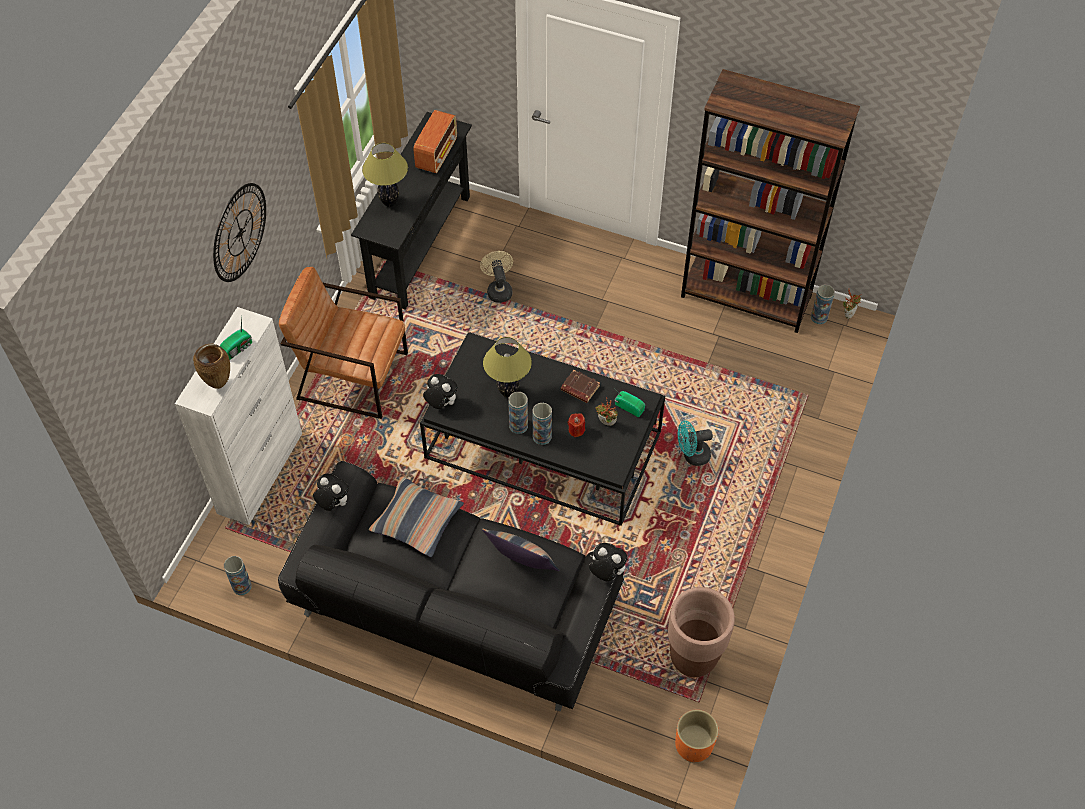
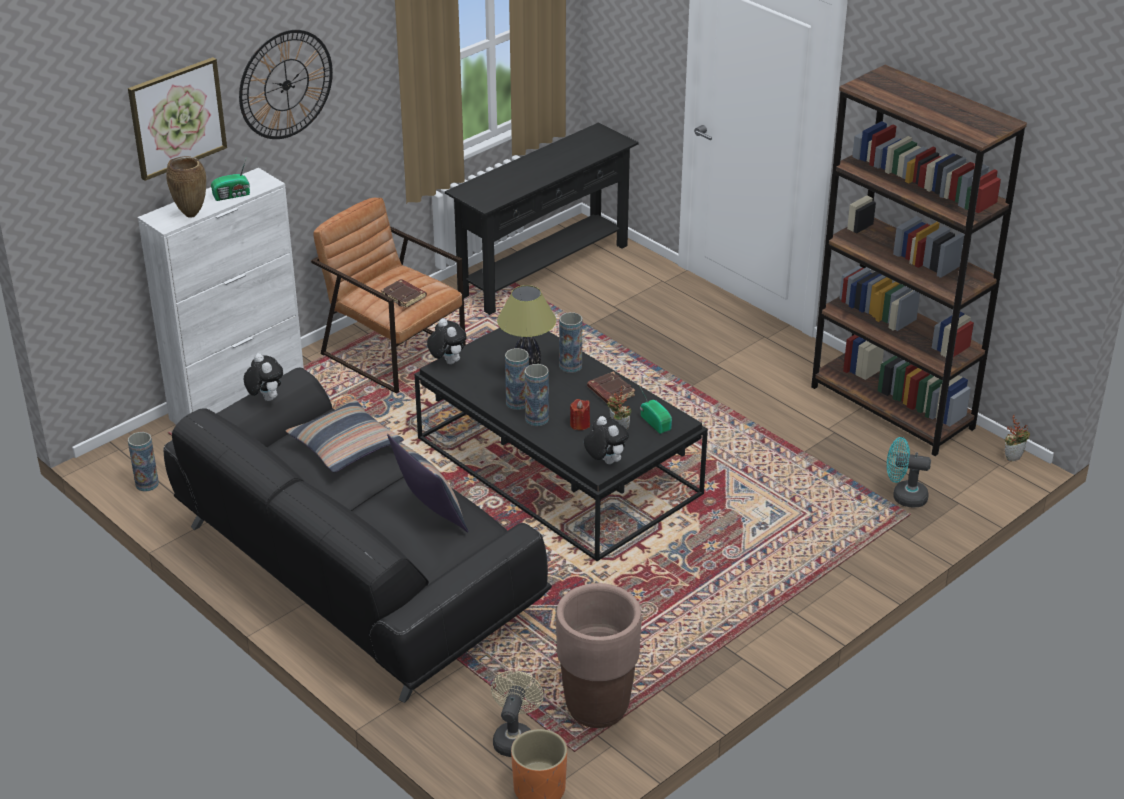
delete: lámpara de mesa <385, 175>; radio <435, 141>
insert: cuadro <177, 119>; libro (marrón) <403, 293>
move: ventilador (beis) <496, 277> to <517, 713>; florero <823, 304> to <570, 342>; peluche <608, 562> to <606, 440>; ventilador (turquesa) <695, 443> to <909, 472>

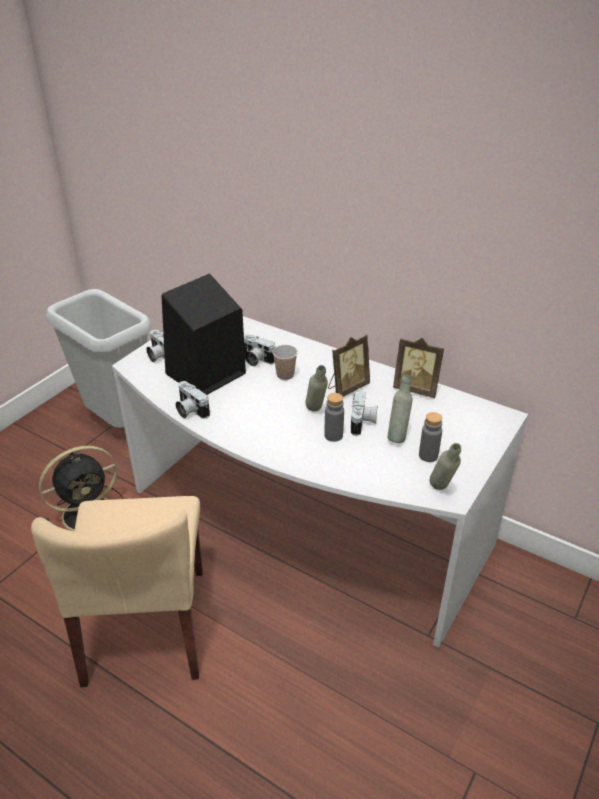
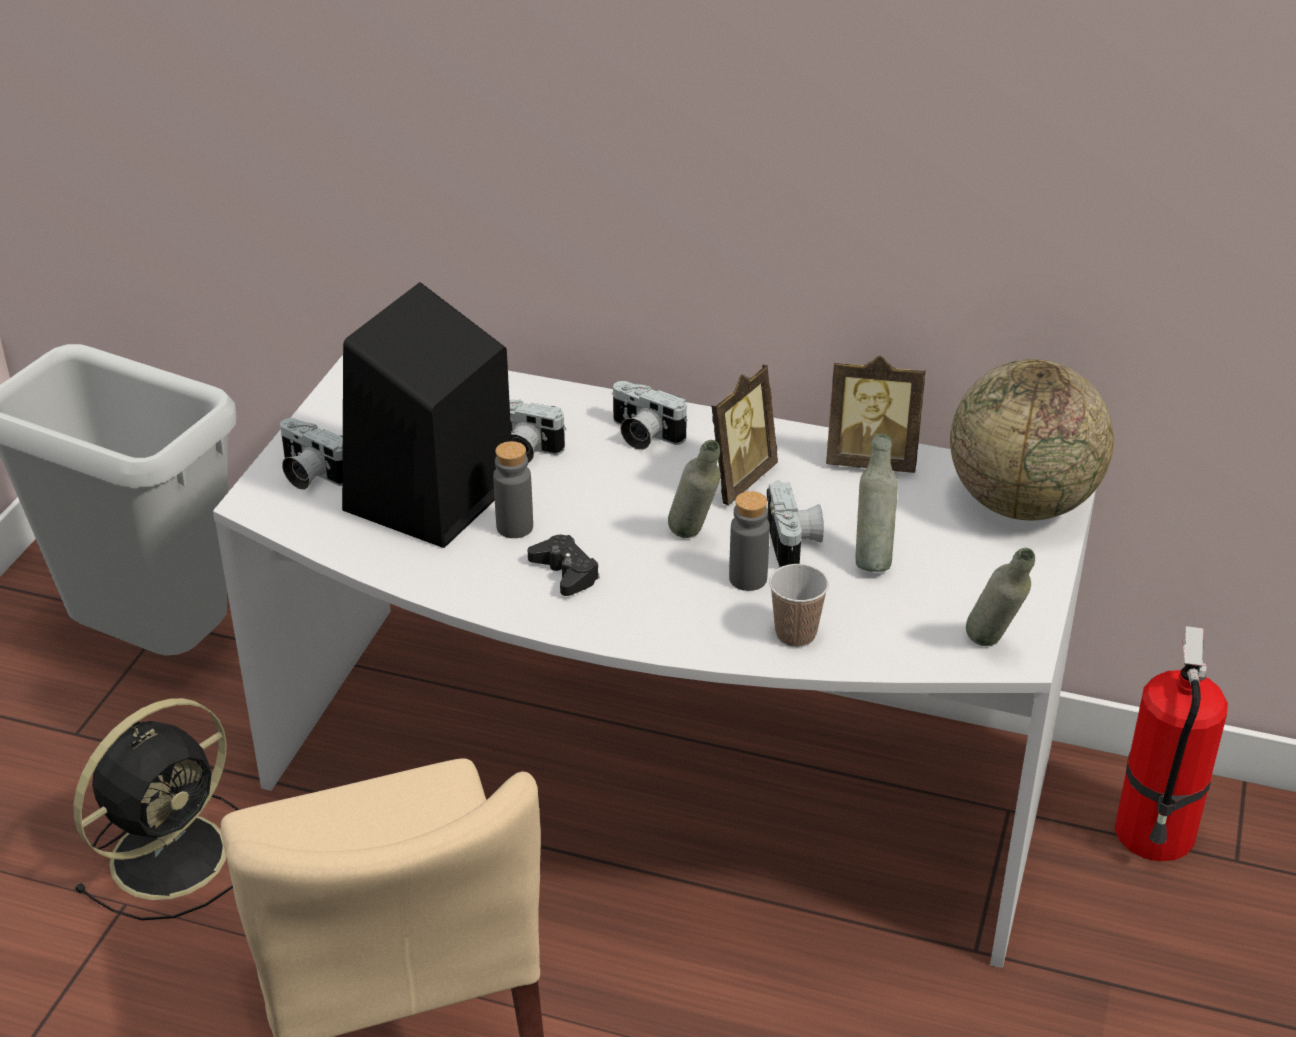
insert: mando de consola (negro) <564, 565>; globo terráqueo <1032, 439>; extintor <1171, 743>
move: botella (gris) <430, 437> to <513, 489>; cámara <193, 400> to <650, 415>; taza <285, 362> to <799, 605>

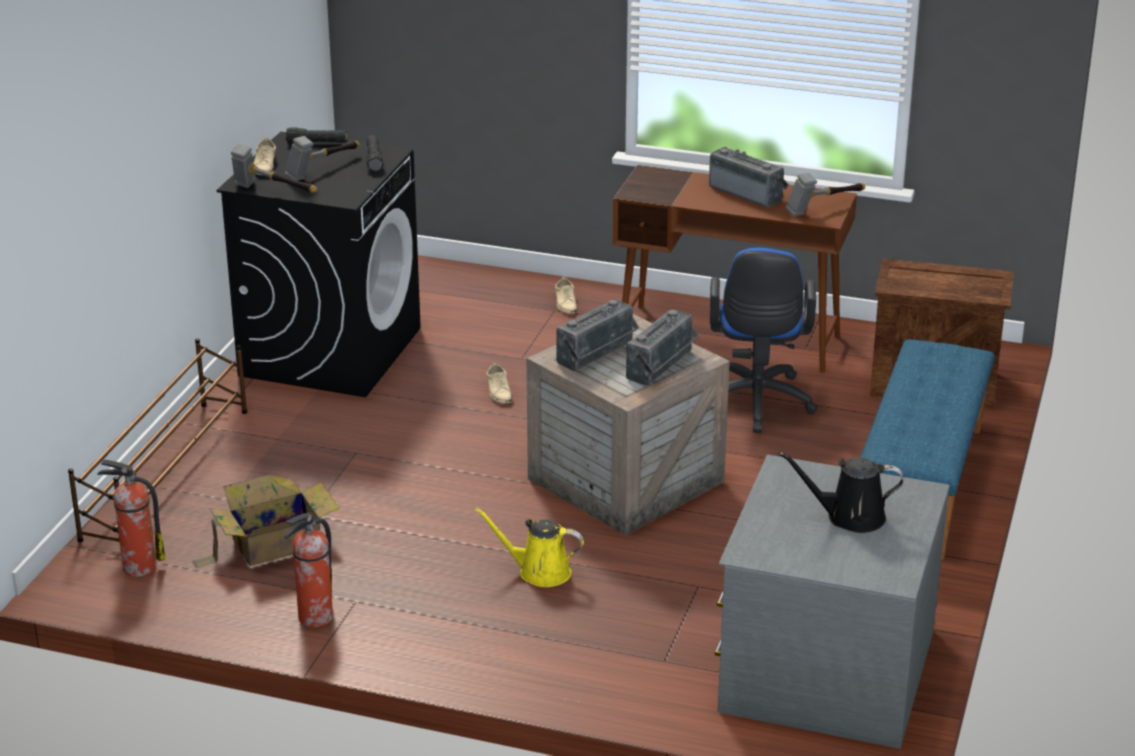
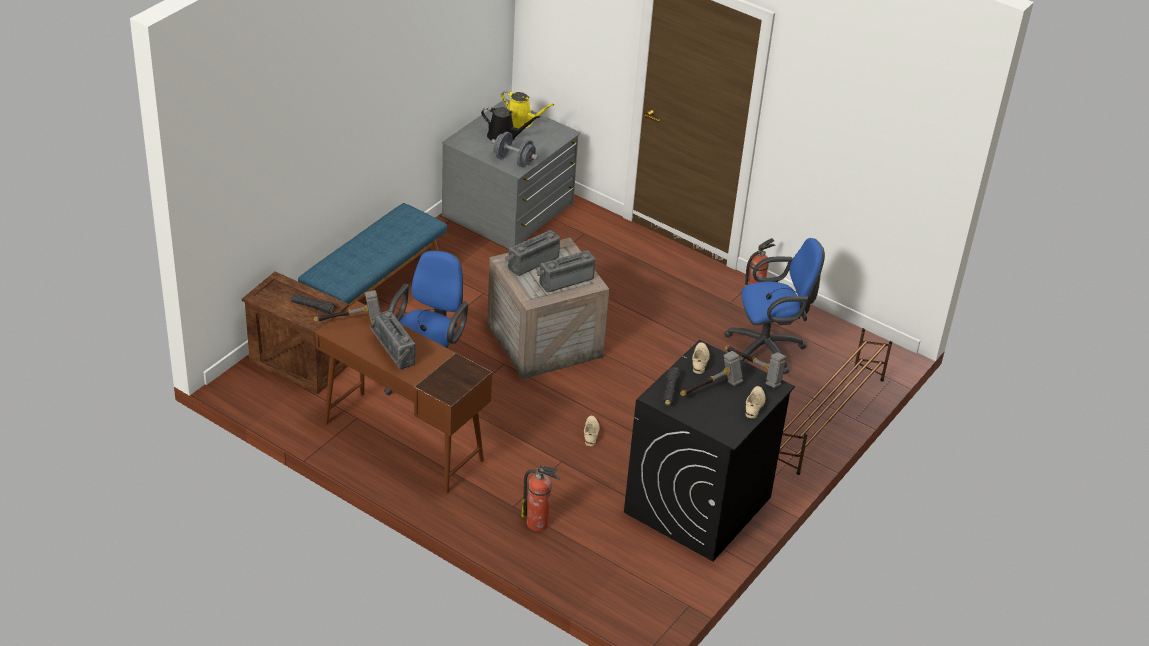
insert: mancuerna (gris) <514, 149>
move: linterna (negro) <316, 135> to <313, 304>; regadera (amarillo) <529, 547> to <527, 109>; extintor <131, 518> to <540, 498>; zapato (beis) <566, 295> to <701, 358>
replace: caja de cartón <266, 521> to silla de oficina (azul) <774, 306>

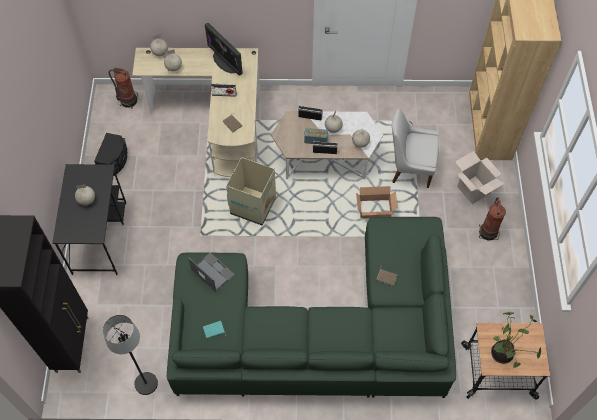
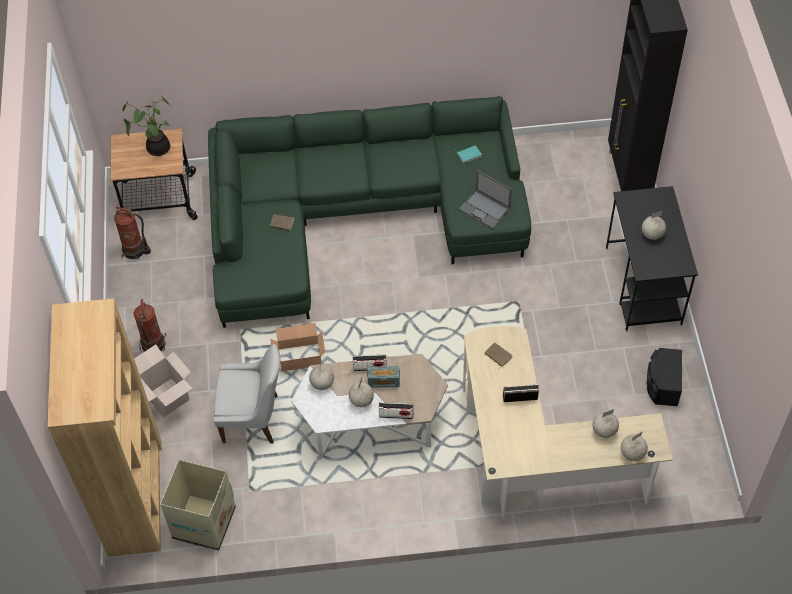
delete: lámpara de pie (negro) <130, 355>; monitor <224, 49>
move: extintor <123, 88> to <132, 233>; caja de cartón <251, 191> to <198, 505>

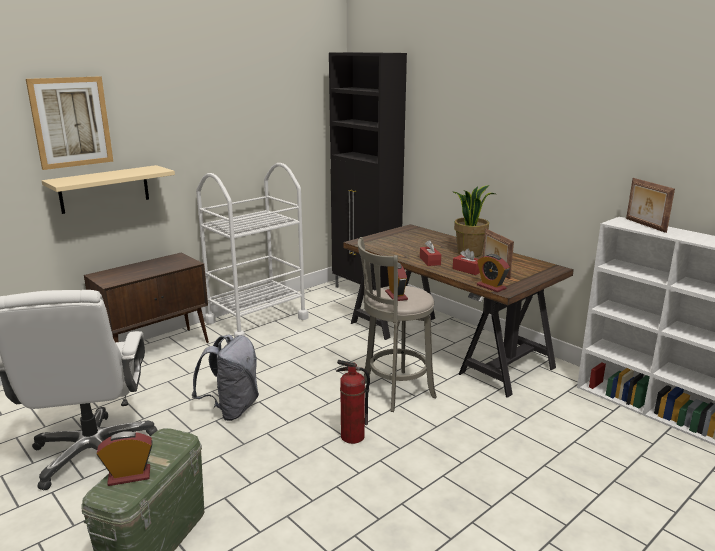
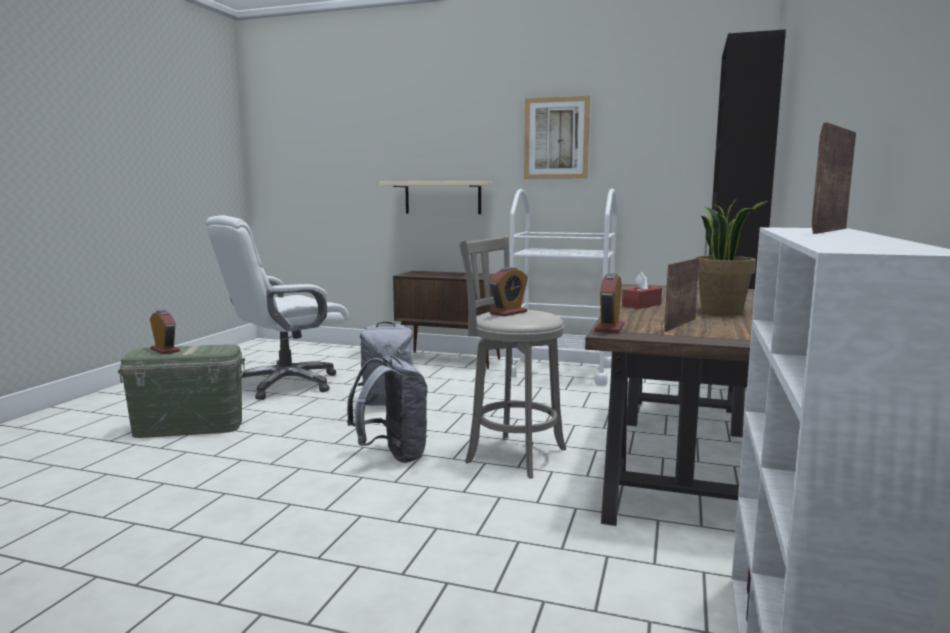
delete: caja de pañuelos (rojo) <466, 261>
move: cuadro <69, 123> to <557, 137>
replace: extintor <353, 402> to mochila (gris) <387, 409>

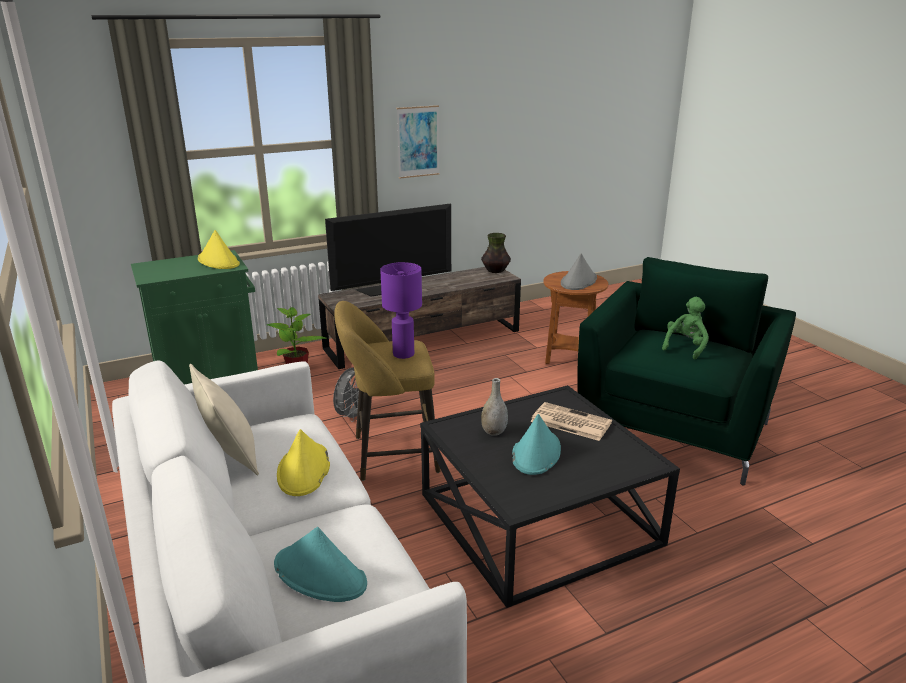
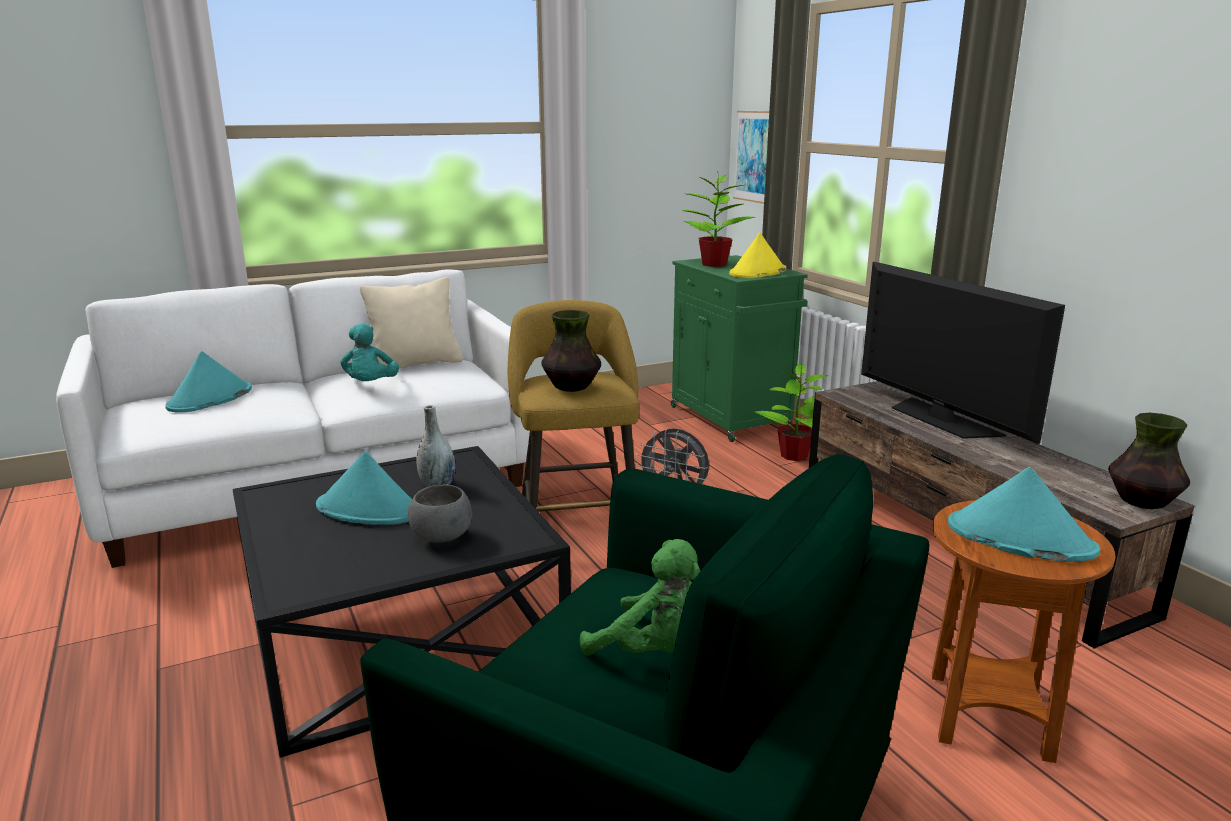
insert: planta en maceta <718, 219>
move: cuadro <418, 142> to <751, 157>
replace: sombrero (amarillo) <303, 462> to peluche (turquesa) <369, 352>; periódico <571, 421> to cuenco (gris) <440, 514>; lámpara de mesa (morado) <401, 310> to florero <571, 351>
recolor: sombrero (gris) <579, 271> to sombrero (turquesa) <1024, 514>

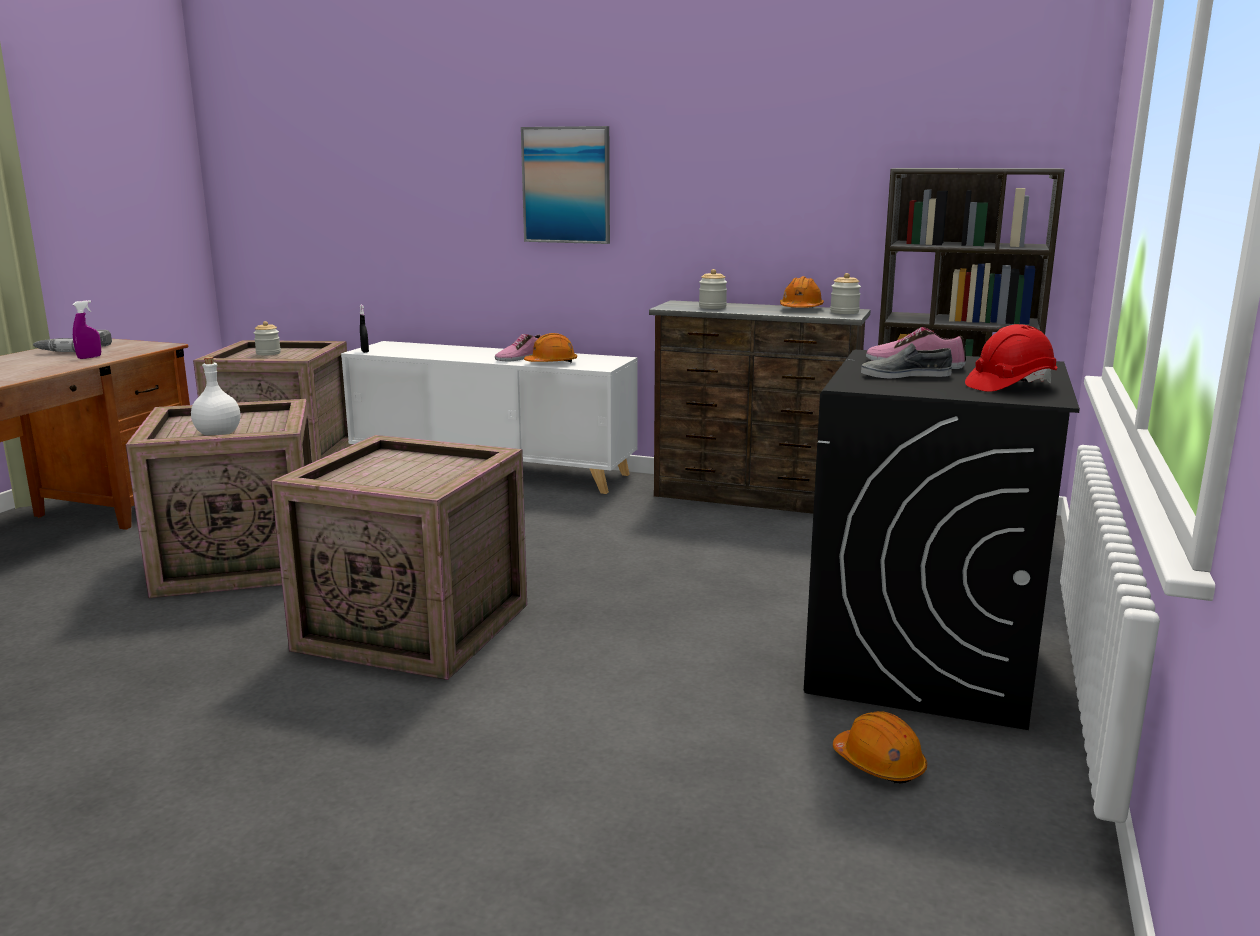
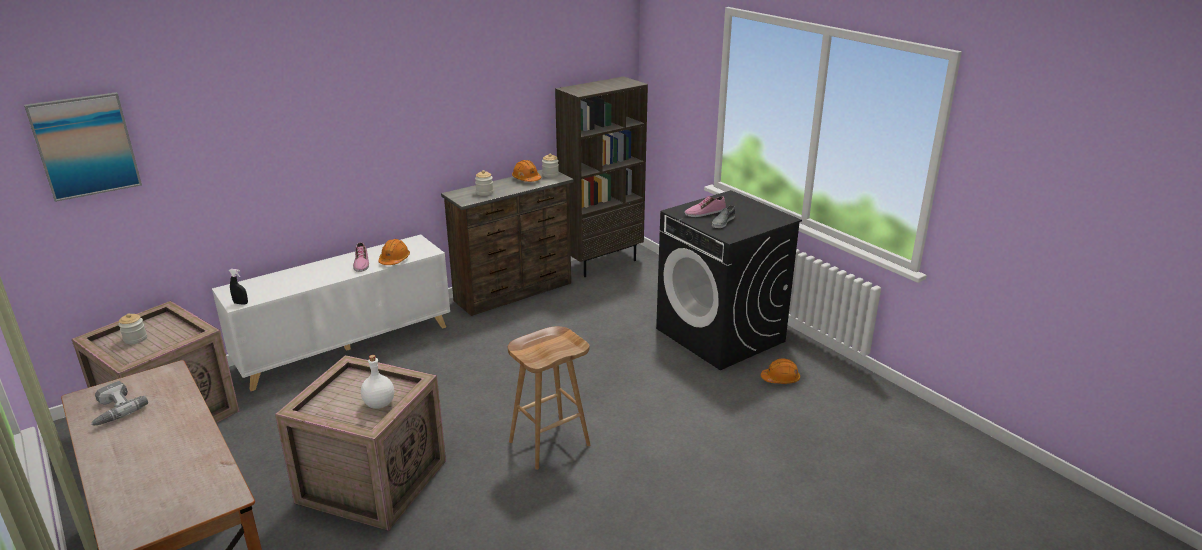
delete: pulverizador (morado) <86, 329>; casco (rojo) <1011, 358>
move: cuadro <565, 185> to <83, 147>
replace: caja de embalaje <399, 557> to taburete (marrón) <549, 398>

